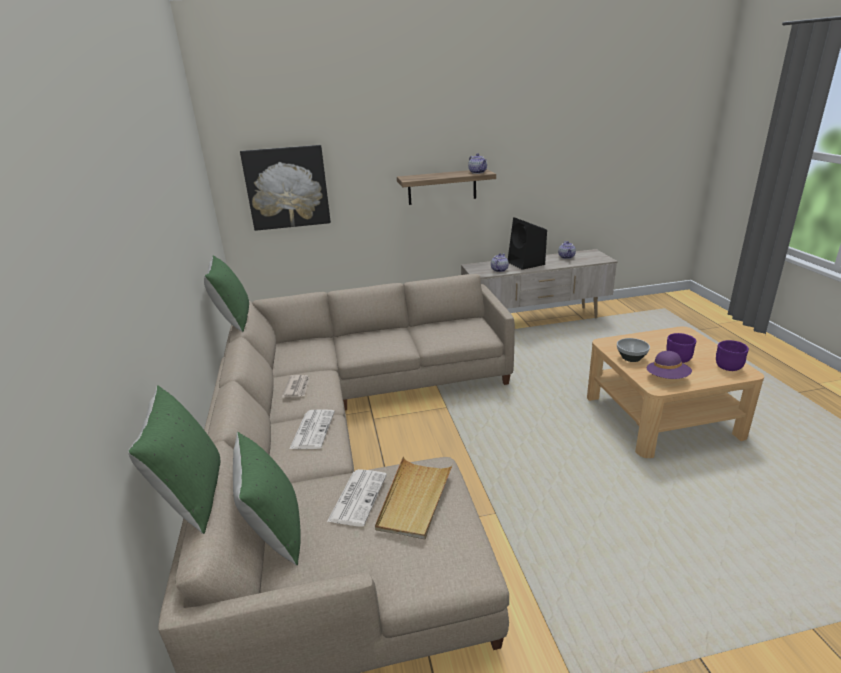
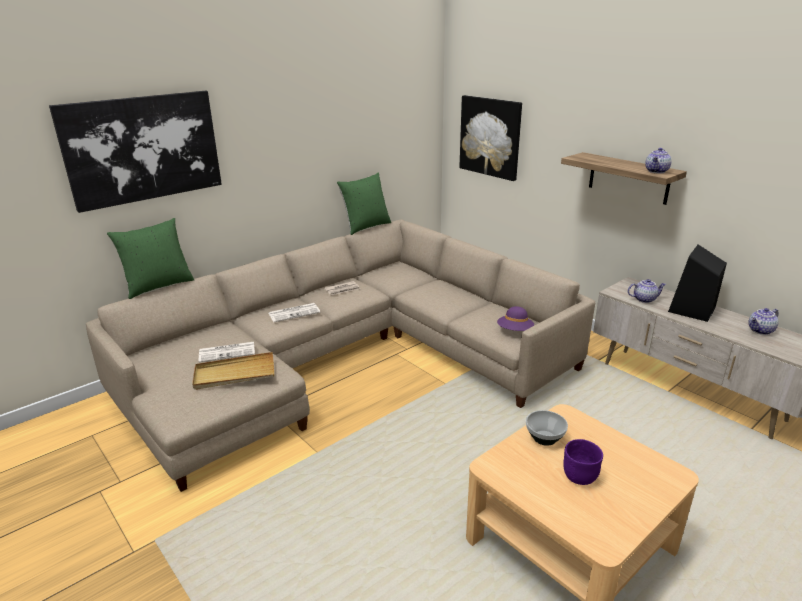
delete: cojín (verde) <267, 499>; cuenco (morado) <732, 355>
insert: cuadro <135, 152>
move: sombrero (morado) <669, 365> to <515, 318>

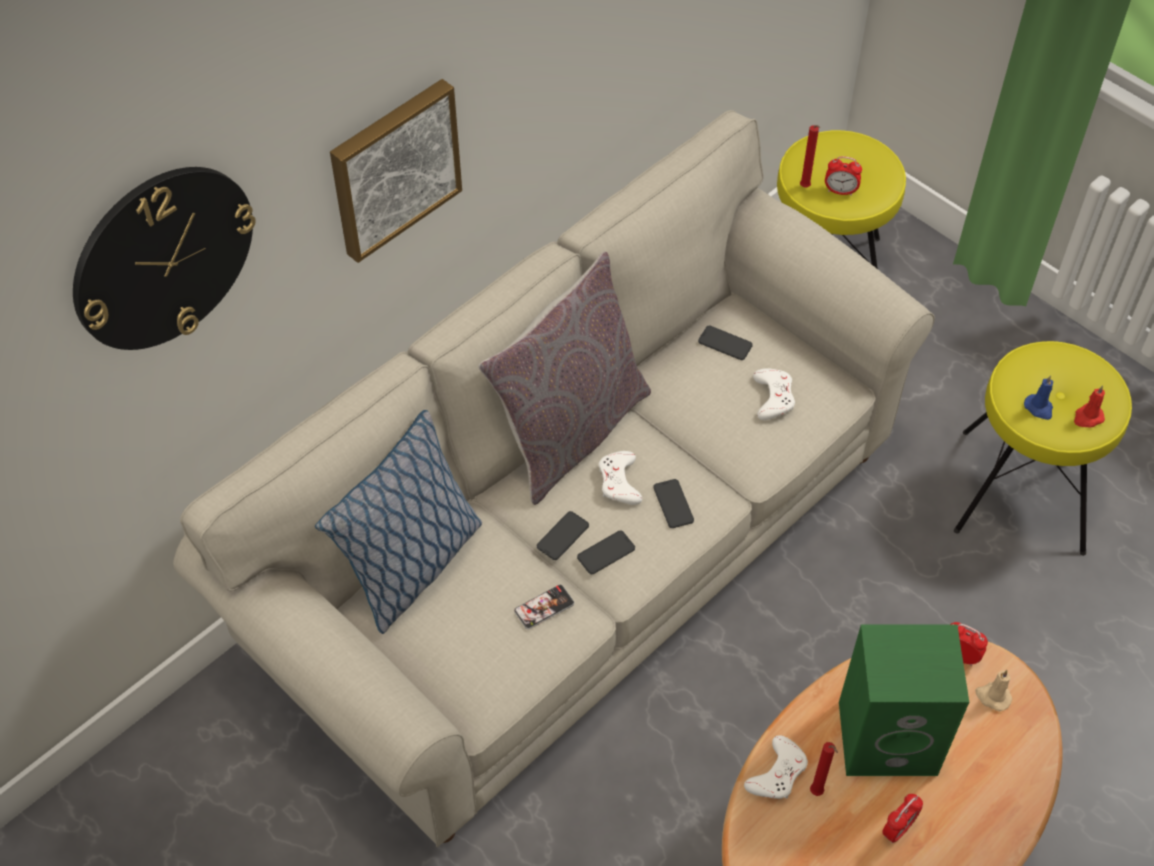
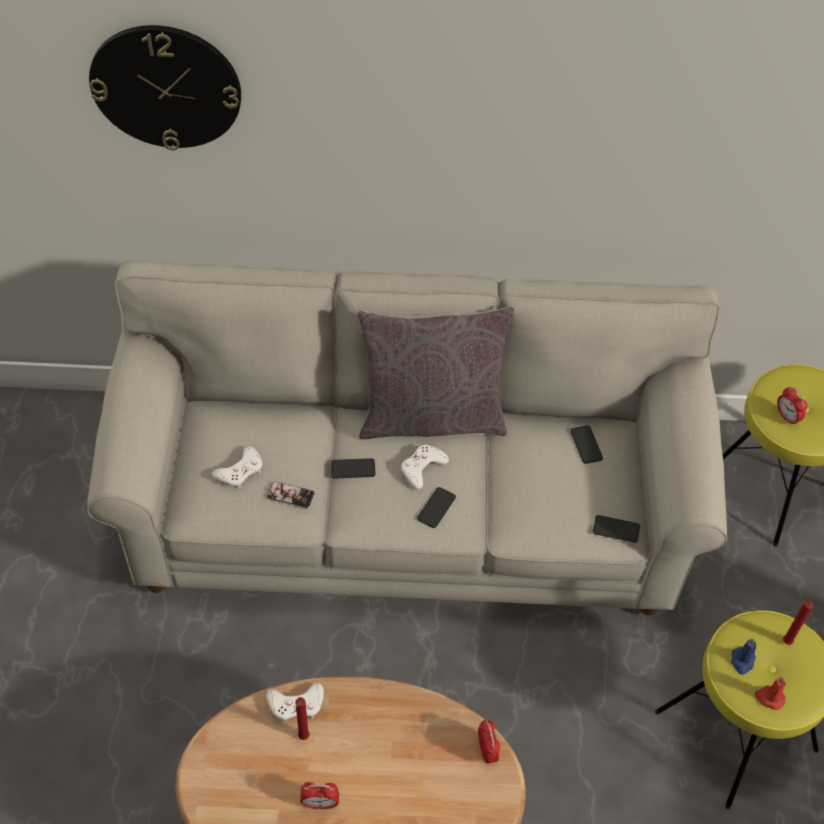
delete: cojín <398, 522>; cuadro <396, 171>; altavoz (verde) <904, 700>; vela (beis) <993, 690>
move: mando de consola (blanco) <774, 394> to <237, 467>; móvil <606, 552> to <616, 529>; vela (rojo) <810, 156> to <798, 622>

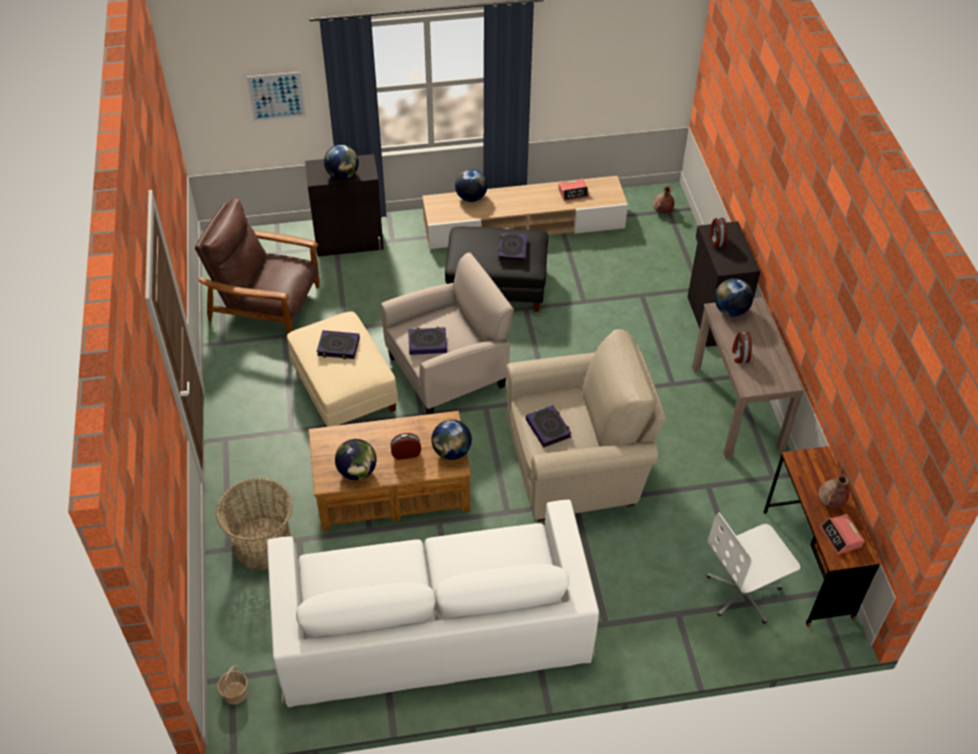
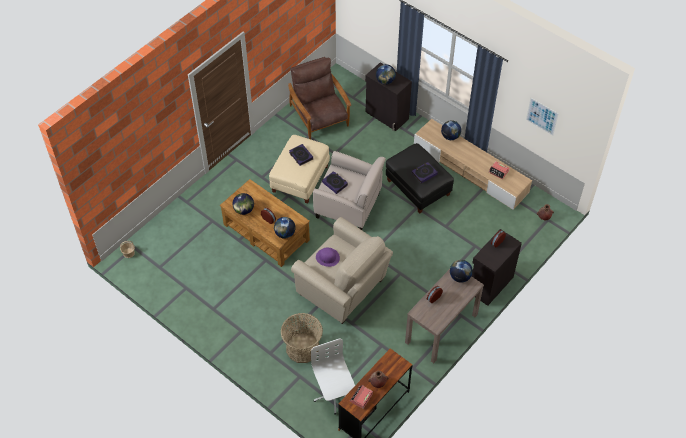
delete: sofá (blanco) <433, 603>
move: cesta <254, 524> to <302, 338>; cuadro <276, 96> to <542, 116>
replace: libro <549, 426> to sombrero (morado) <328, 257>
rotate: silla de oficina (blanco) <753, 568> = <333, 376> 45 degrees clockwise

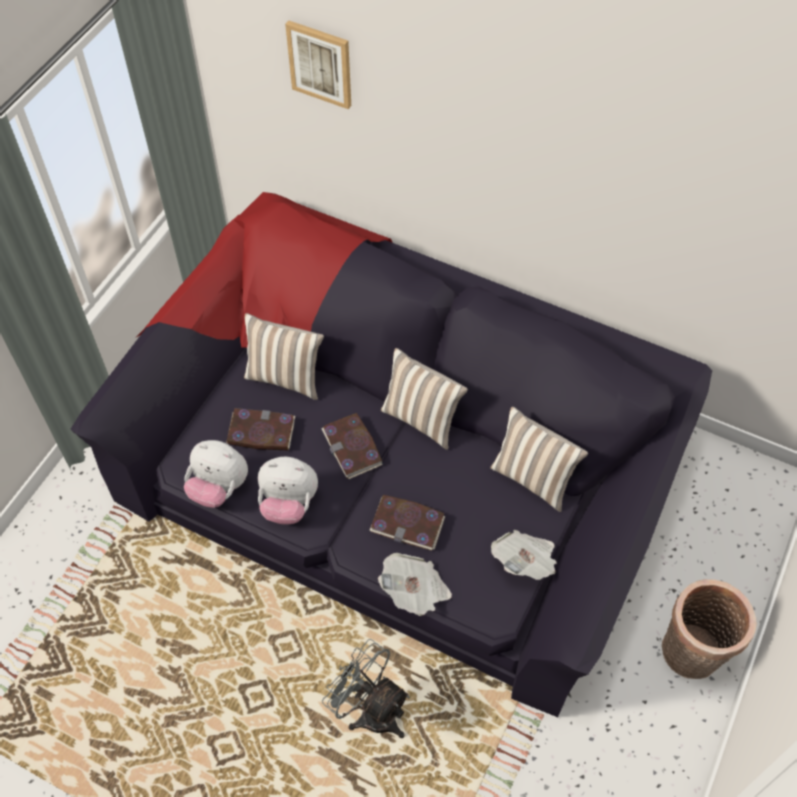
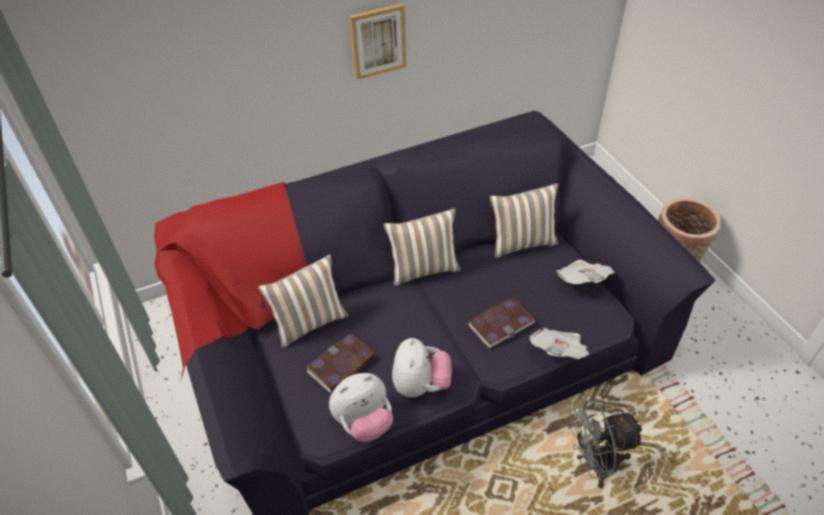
delete: libro <352, 446>
move: cuadro <318, 64> to <378, 41>
rotate: peluche <288, 491> = <422, 367> 45 degrees counterclockwise

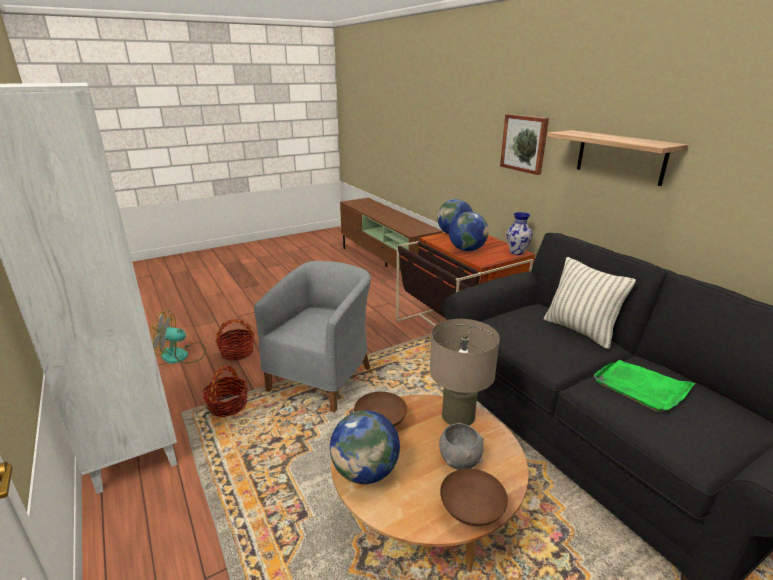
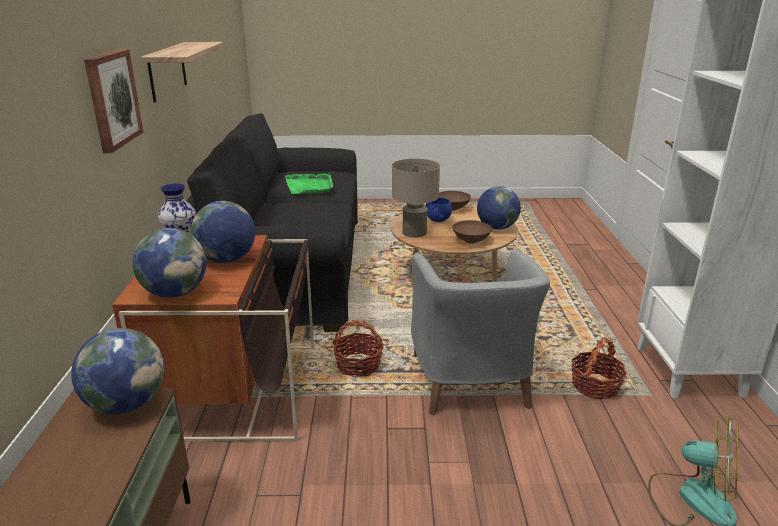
delete: cojín <590, 303>
insert: globo terráqueo <117, 371>
move: cesta <235, 340> to <358, 349>
recolor: cuenco (gris) <461, 446> to cuenco (azul) <439, 209>
rotate: sillón (gris) <312, 337> = <480, 332> 60 degrees counterclockwise

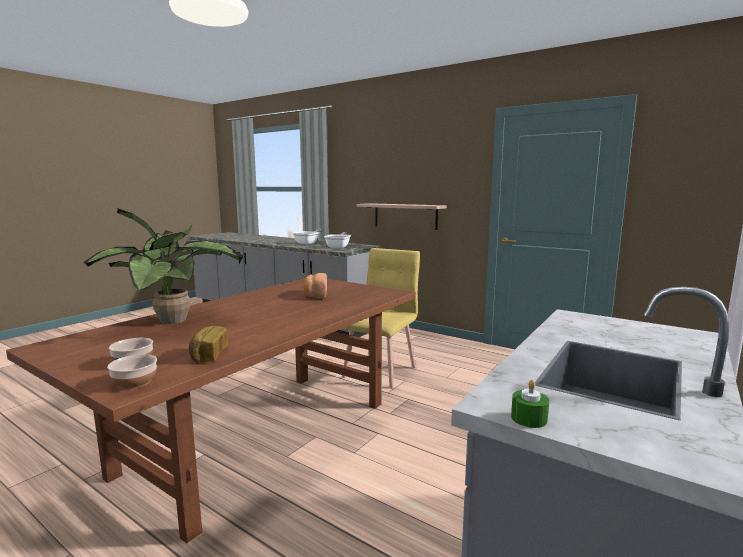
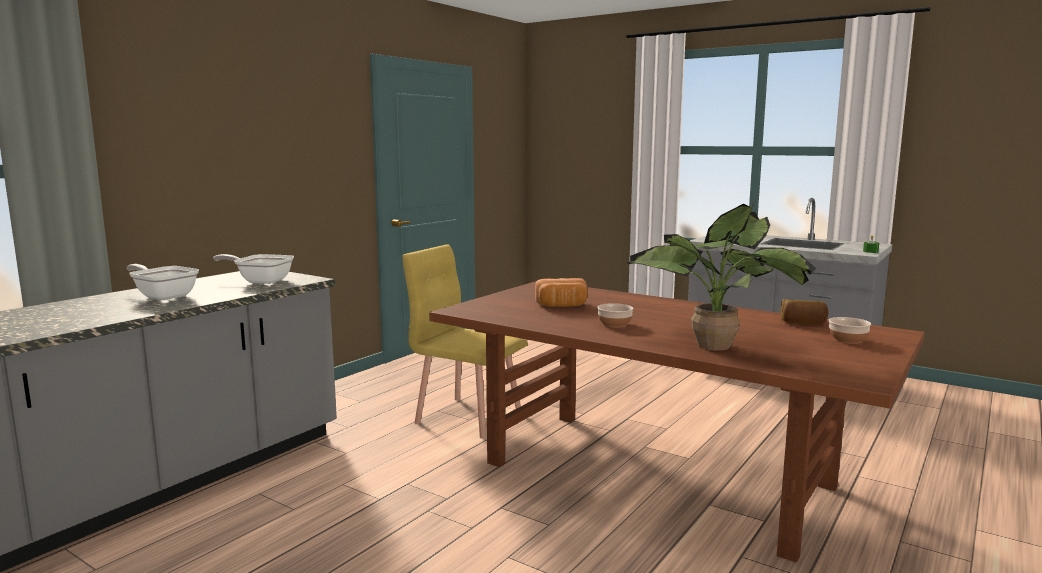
delete: estante <402, 216>
move: cuenco <132, 371> to <615, 315>

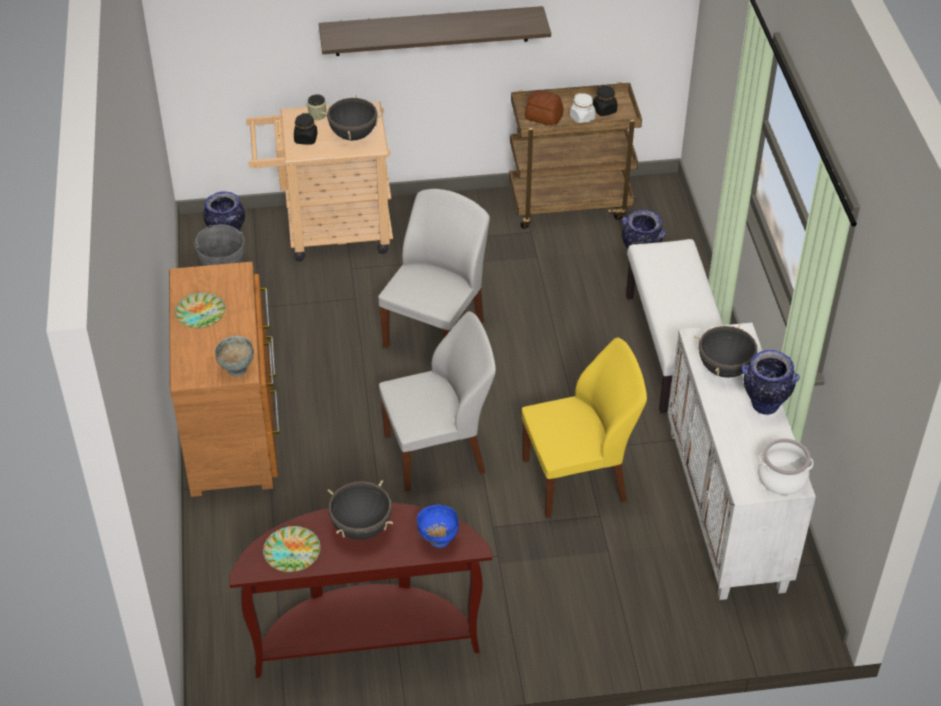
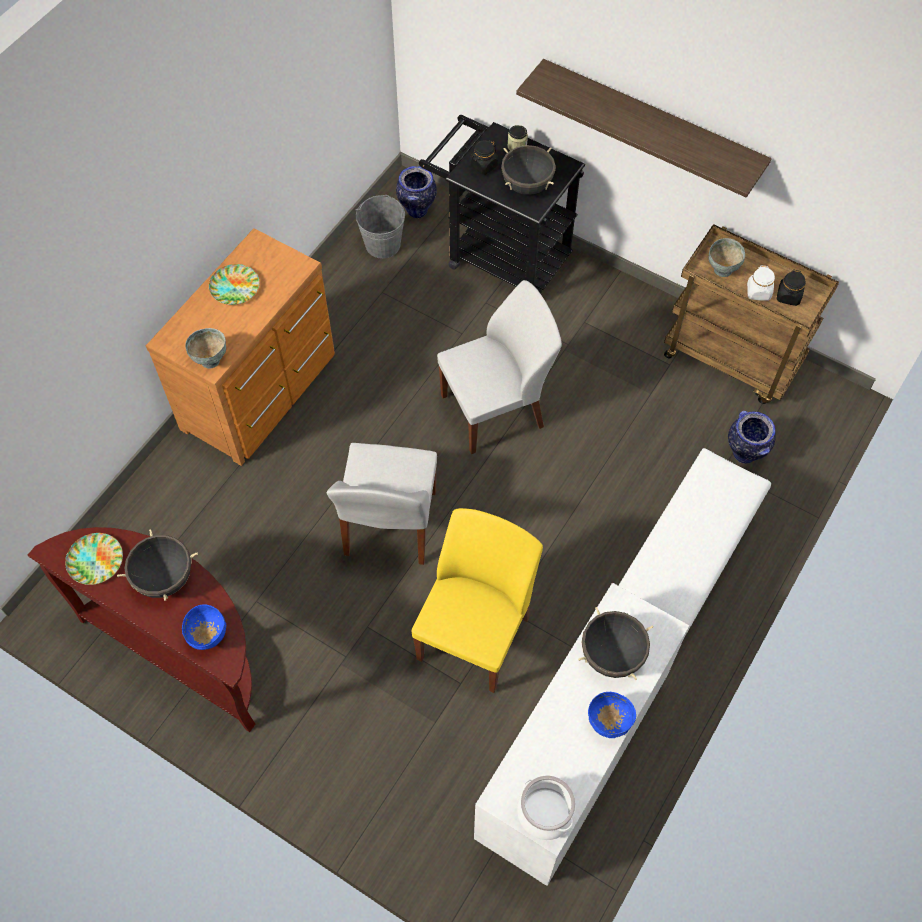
replace: florero <771, 382> to cuenco (azul) <612, 715>; pan <544, 107> to cuenco (gris) <726, 257>
recolor: carrito (beis) <319, 181> to carrito (negro) <502, 204>
rotate: silla (blanco) <437, 401> = <382, 504> 75 degrees clockwise; silla (amarillo) <584, 428> = <477, 600> 90 degrees counterclockwise

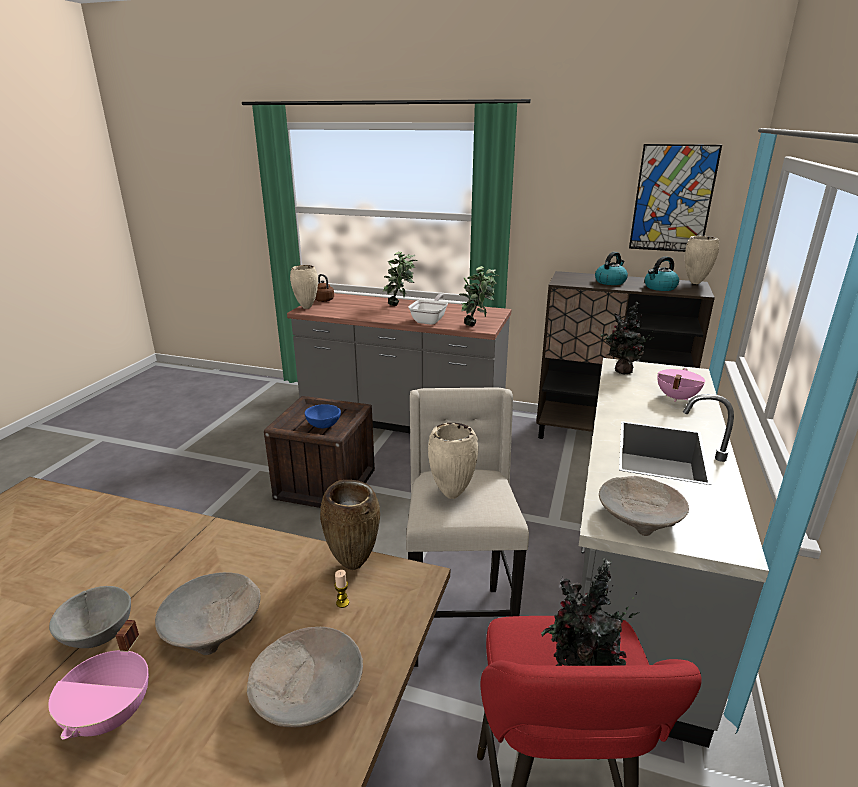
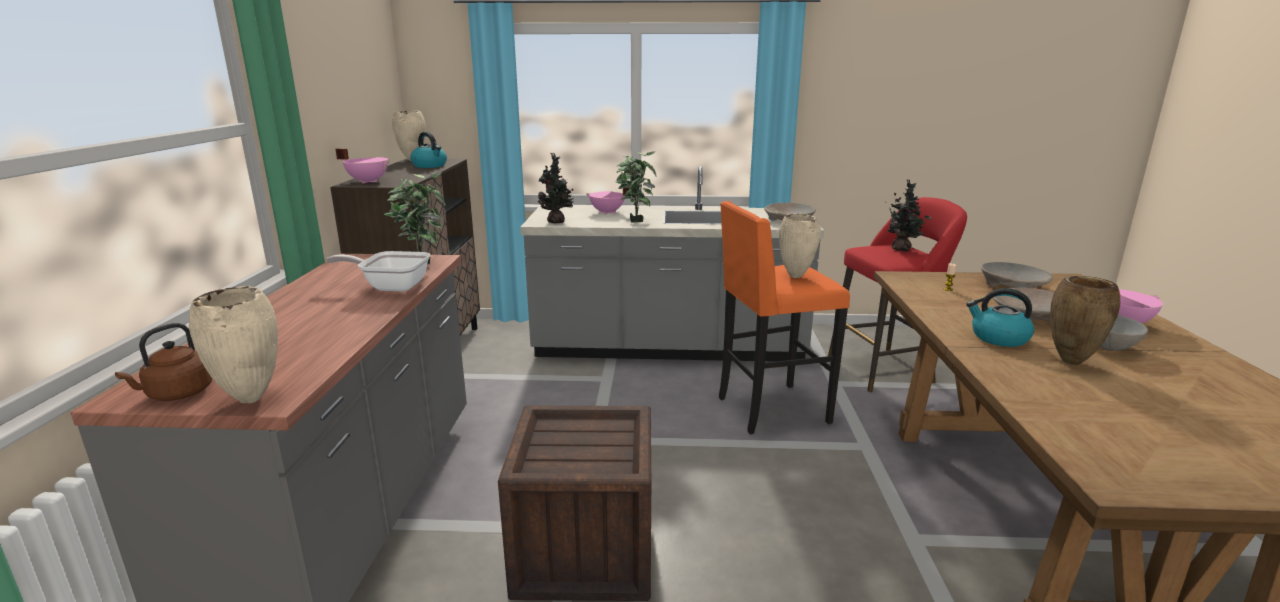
delete: cuenco (azul) <323, 416>; cuadro <675, 198>
insert: olla (rosa) <362, 166>
move: planta en maceta <400, 279> to <636, 186>; hervidor <611, 268> to <1000, 317>; florero (marrón) <350, 525> to <1085, 320>
recolor: taburete (beis) <467, 527> to taburete (naranja) <784, 317>

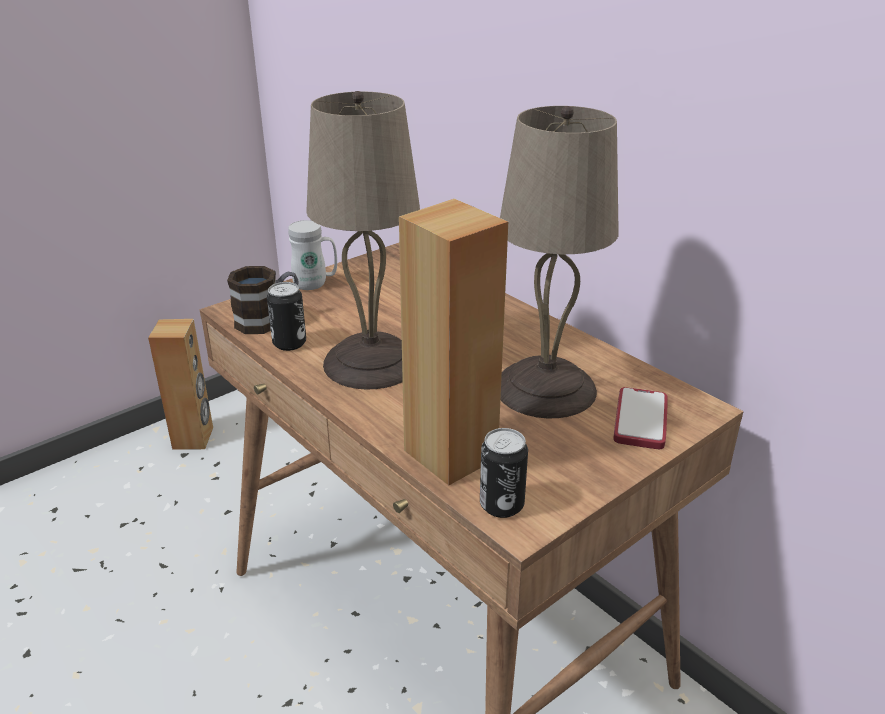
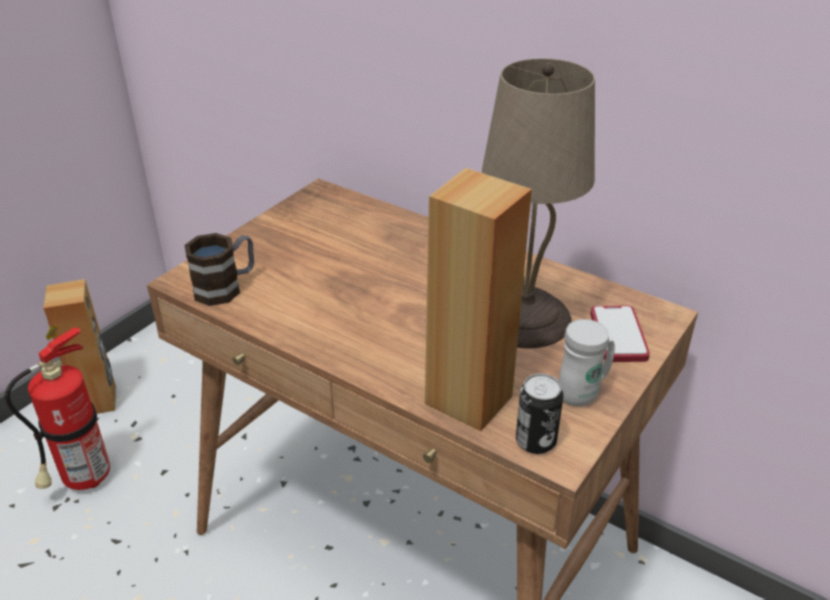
delete: lata <286, 316>; lámpara de mesa (beis) <363, 240>
insert: extintor <57, 408>
move: taza grande (blanco) <312, 255> to <587, 362>

